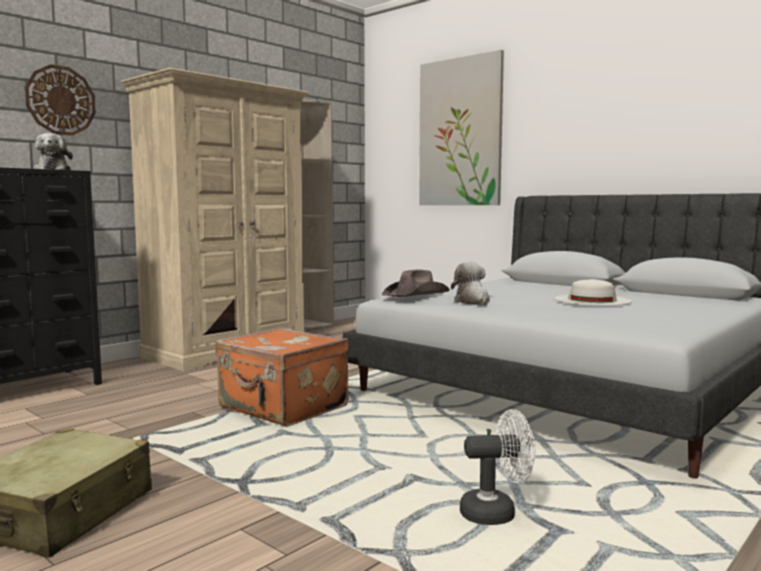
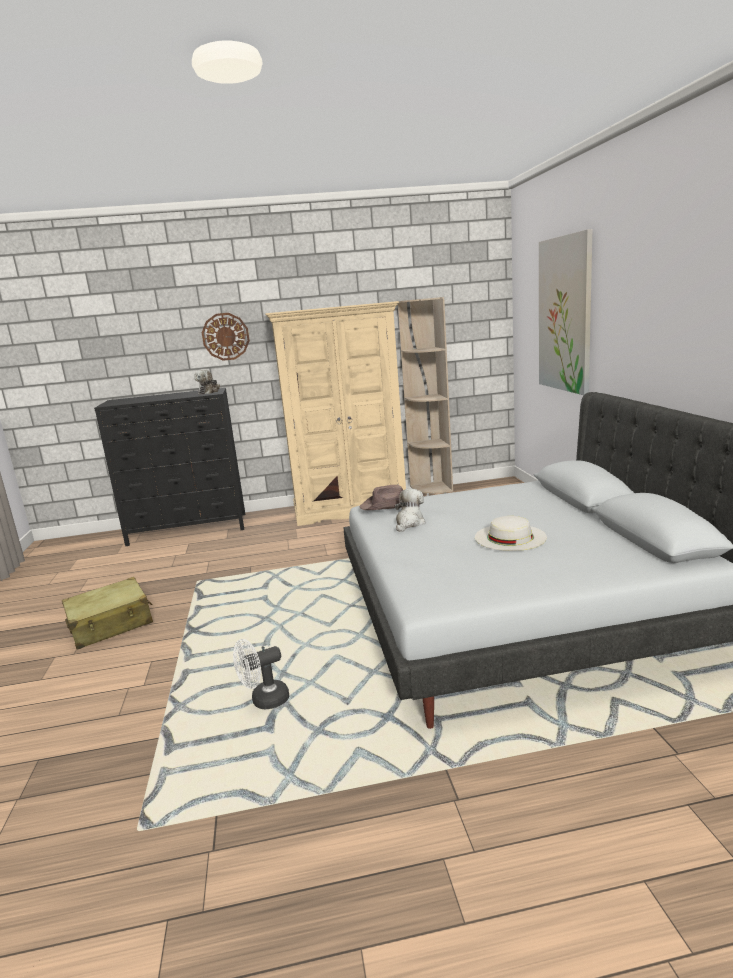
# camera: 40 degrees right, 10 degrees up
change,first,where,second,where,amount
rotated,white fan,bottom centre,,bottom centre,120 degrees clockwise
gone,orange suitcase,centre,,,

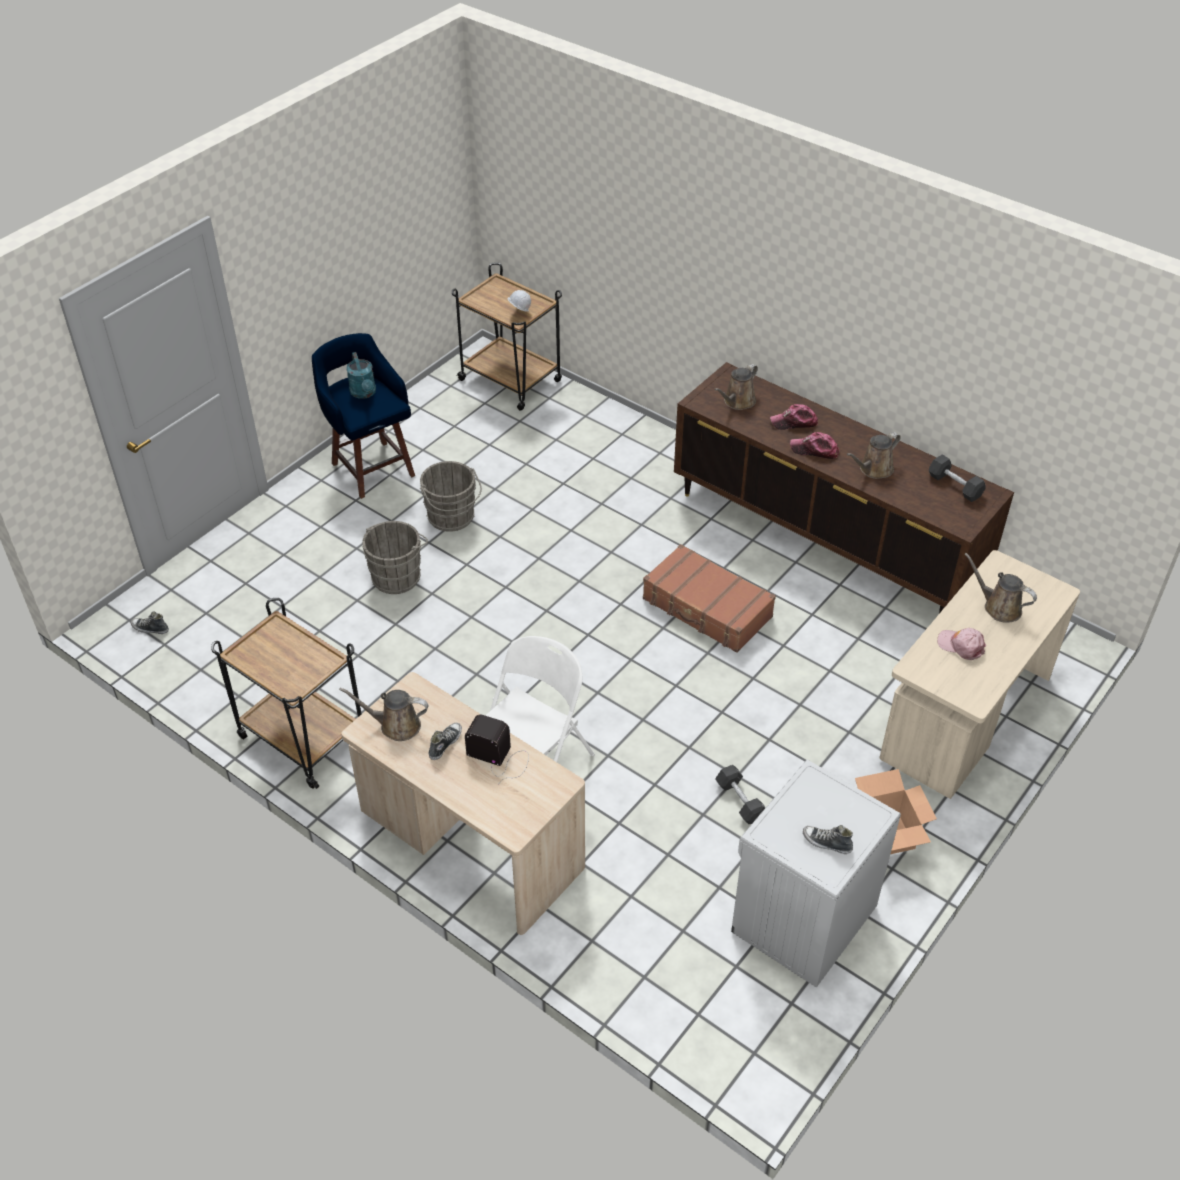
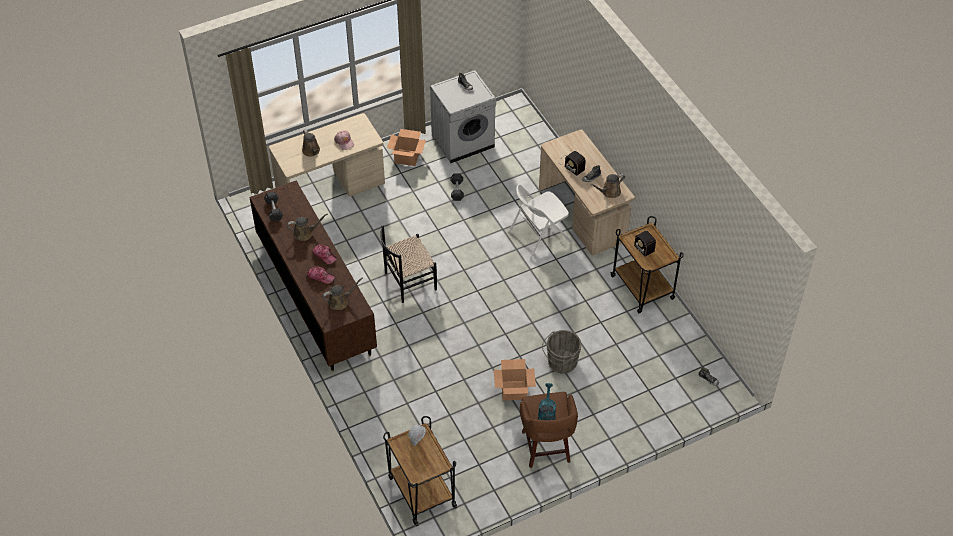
# camera: 155 degrees left, 5 degrees up
change,first,where,second,where,amount
swapped,brown suitcase,centre,black chair,centre,
swapped,grey bucket (no. 2 from left),centre,cardboard box (no. 2 from left),bottom centre,
repainted,blue stool,middle left,brown stool,bottom centre,
rotated,brown watering can (no. 1 from left in the first image),middle left,brown watering can (no. 4 from left),centre,120 degrees clockwise
new,,,radio (no. 2 from left),middle right,

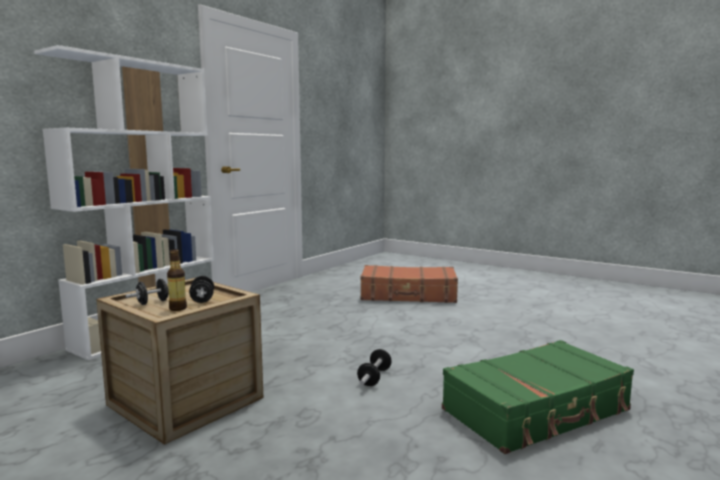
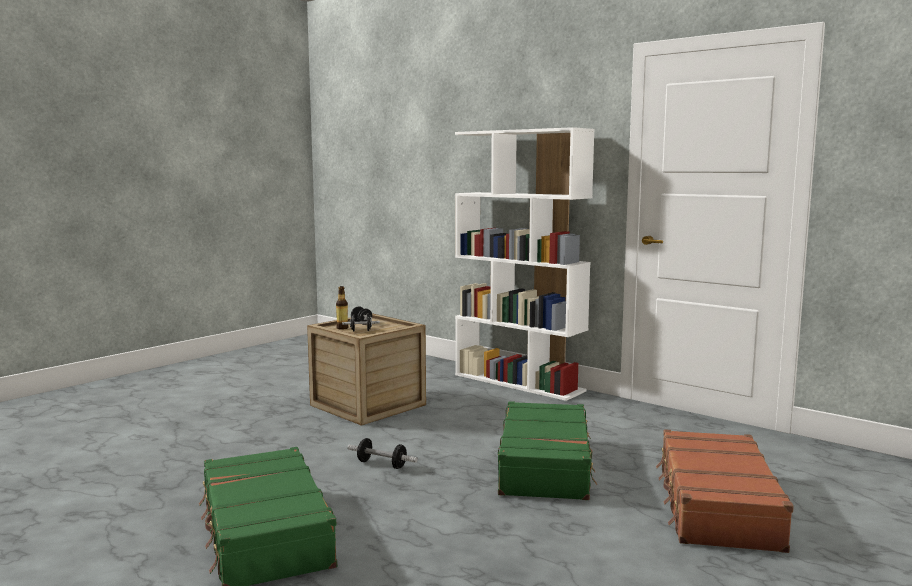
# camera: 95 degrees right, 0 degrees up
change,first,where,second,where,amount
new,,,green suitcase (no. 2 from left),bottom centre,

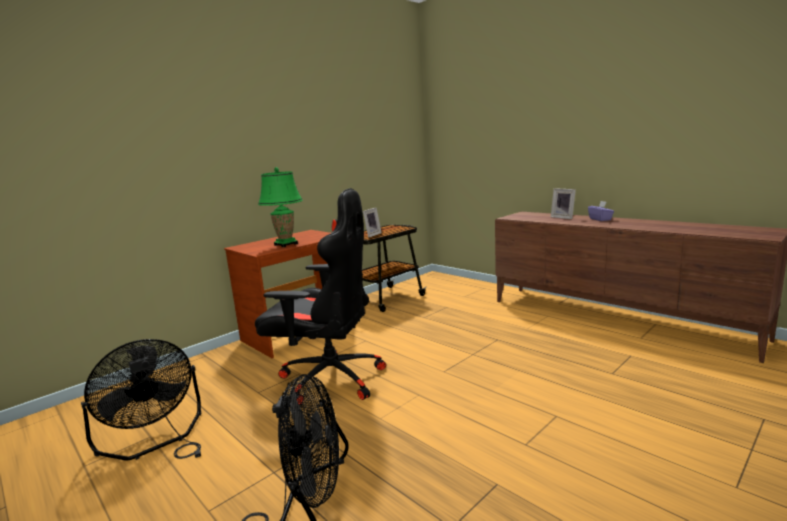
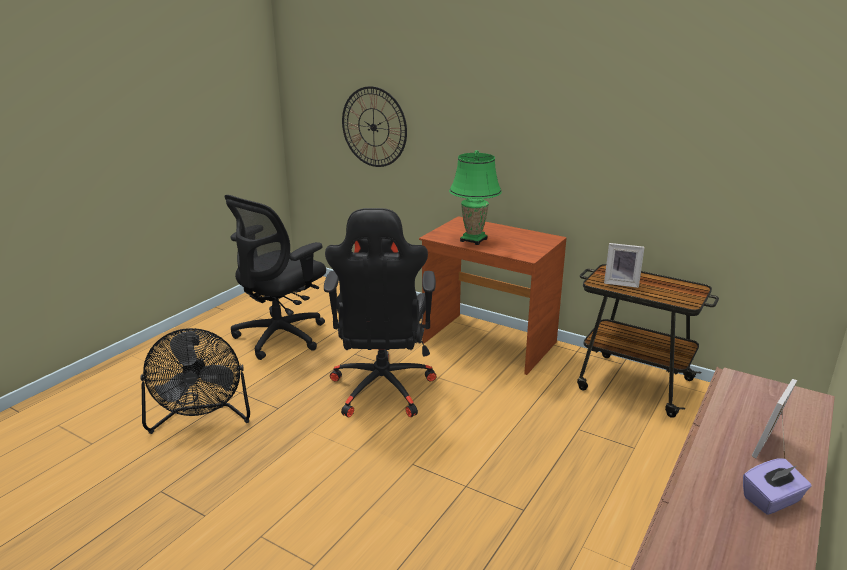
# camera: 75 degrees right, 10 degrees up
change,first,where,second,where,amount
swapped,black fan (no. 1 from left),bottom left,black office chair (no. 1 from left),middle left,
new,,,wall clock,top centre,

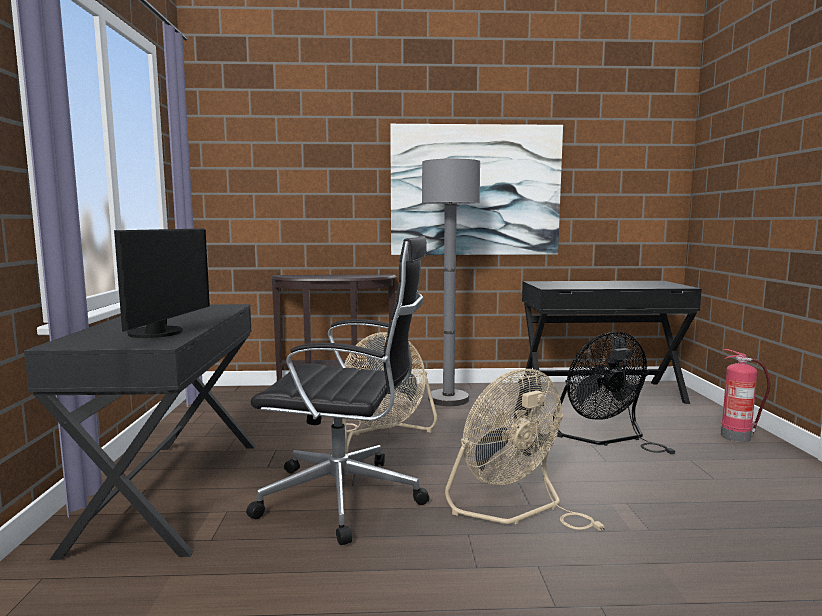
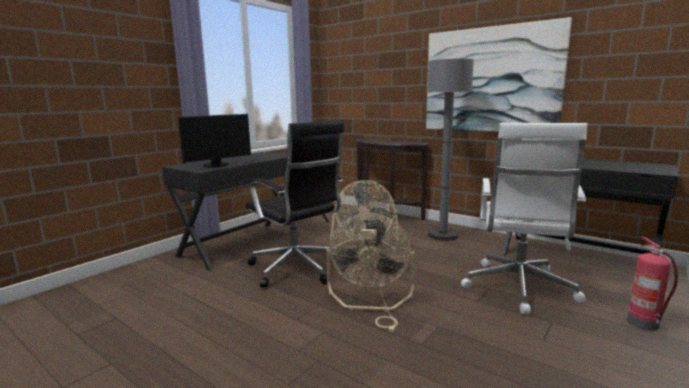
# camera: 40 degrees right, 5 degrees up
change,first,where,second,where,amount
swapped,black fan,middle right,white office chair,middle right,

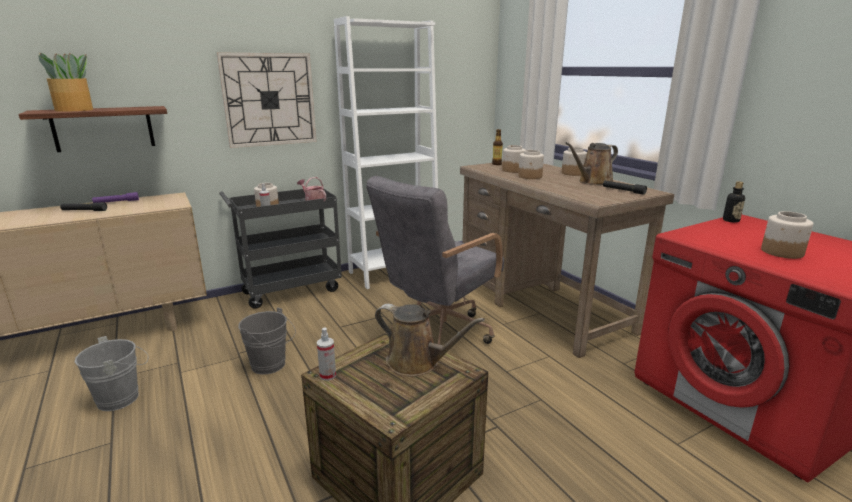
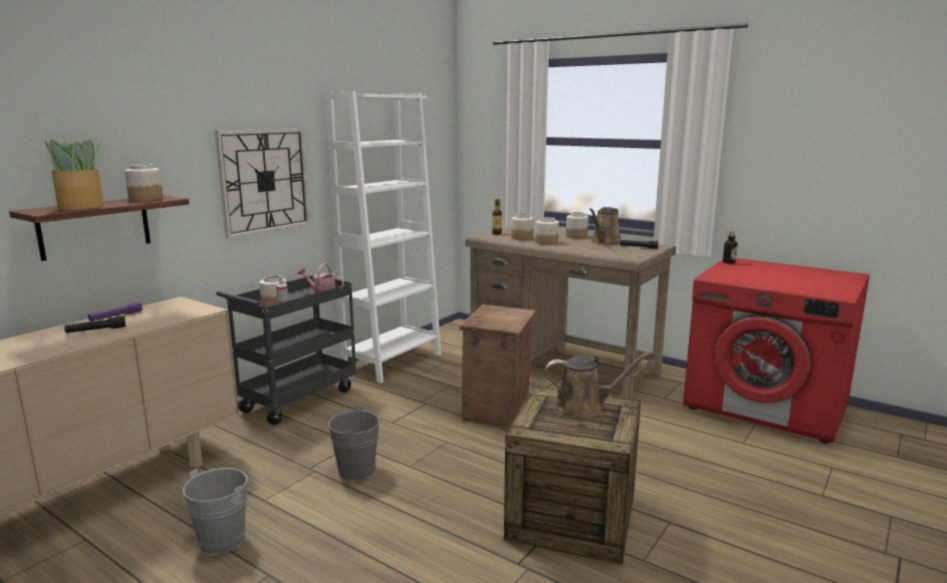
# camera: 25 degrees left, 5 degrees down
change,first,where,second,where,amount
shifted,jar (no. 5 from left in the first image),middle right,jar (no. 1 from left),top left,
swapped,grey office chair,centre,crate (no. 1 from left),centre,
gone,spray bottle (no. 2 from left),bottom centre,,,

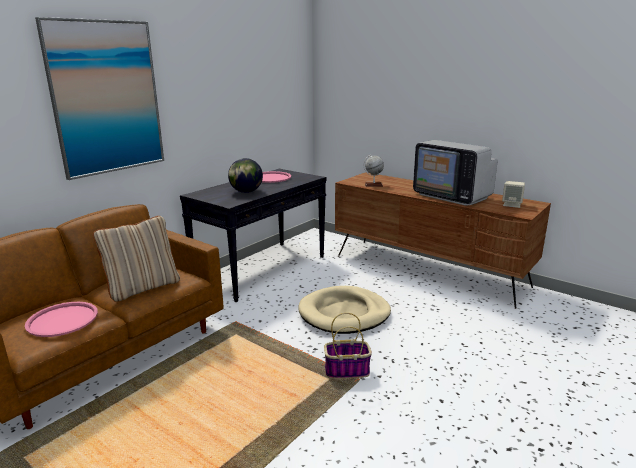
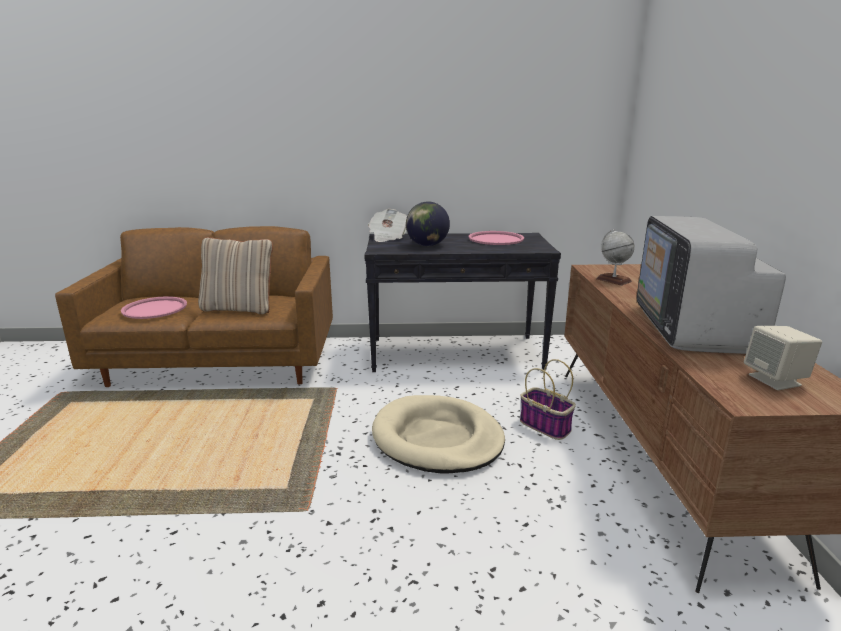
# camera: 50 degrees right, 0 degrees up
change,first,where,second,where,amount
new,,,newspaper,centre,
shifted,basket,bottom centre,,centre,
gone,picture,top left,,,

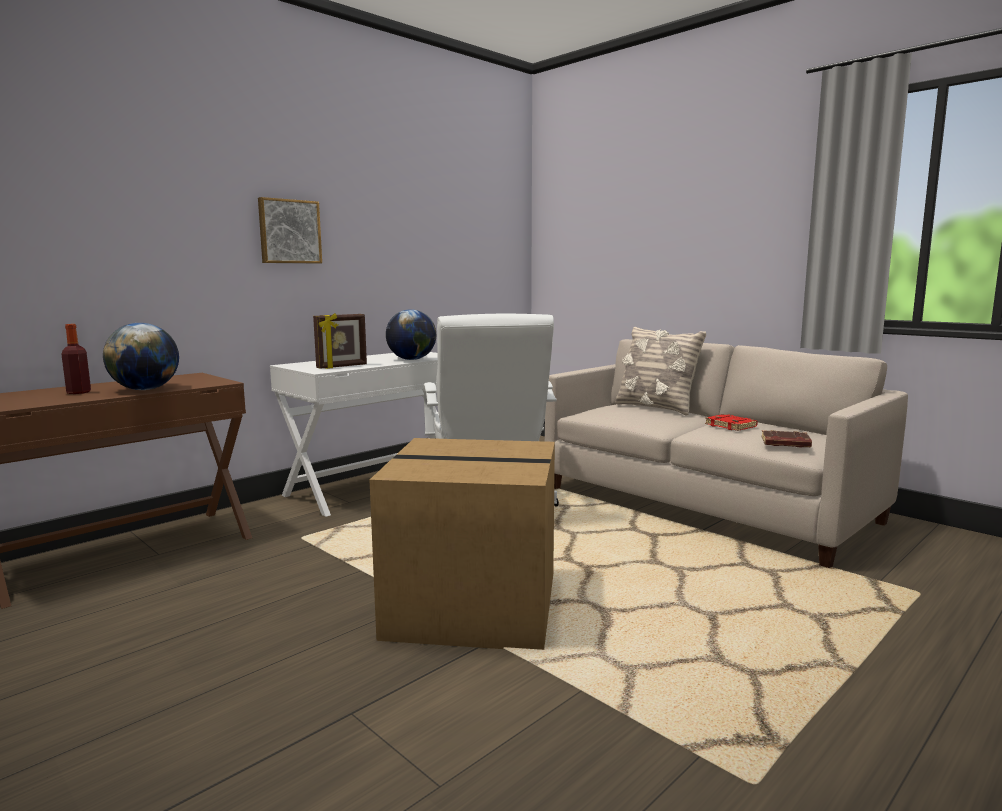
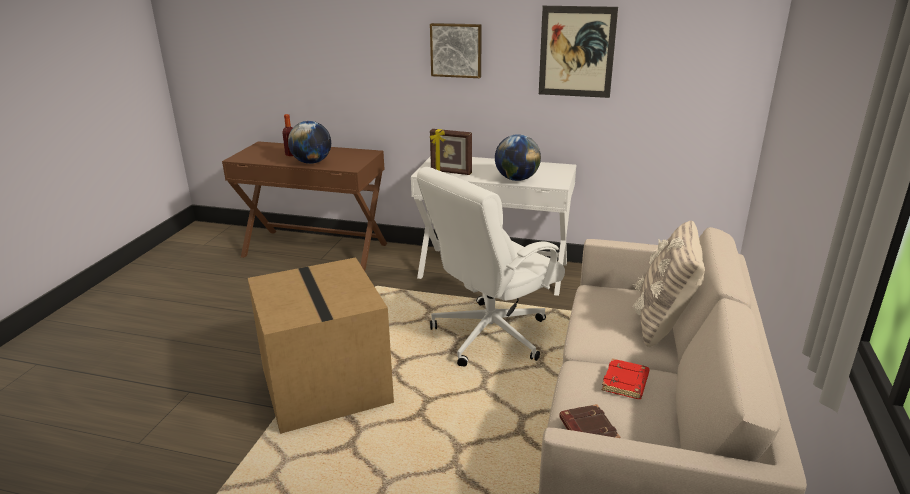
# camera: 60 degrees right, 15 degrees up
change,first,where,second,where,amount
new,,,picture (no. 2 from left),top centre,

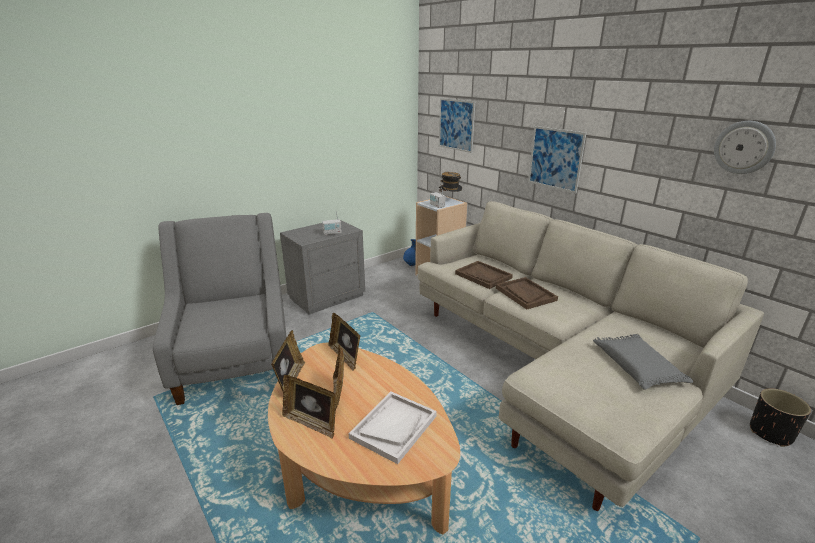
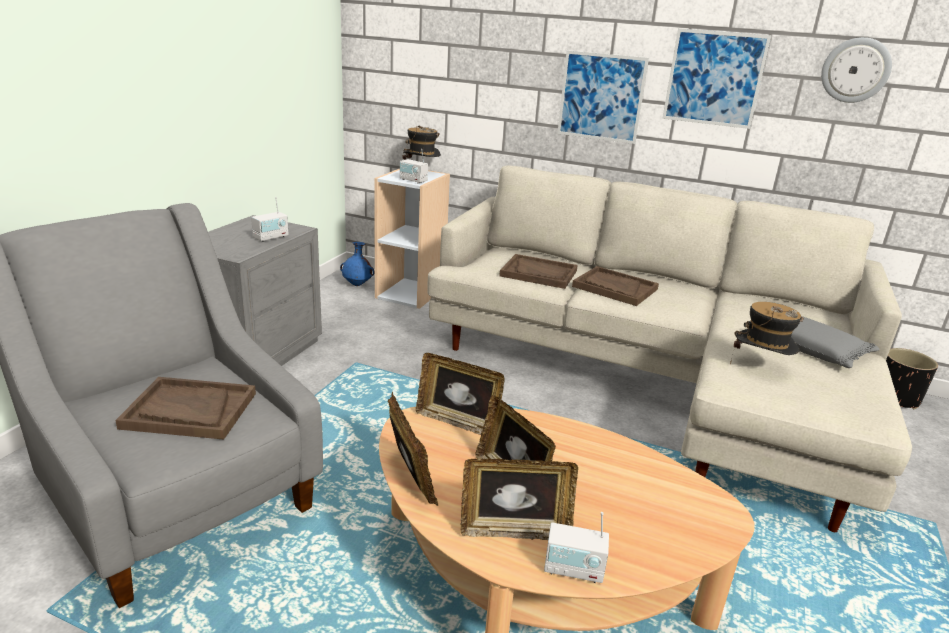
# camera: 30 degrees left, 0 degrees up
change,first,where,second,where,amount
new,,,brown tray (no. 1 from left),middle left,
new,,,radio (no. 3 from left),bottom centre,
shifted,picture (no. 1 from left in the first image),top centre,picture (no. 2 from left),top right,
new,,,hat (no. 2 from left),middle right,
gone,white tray,bottom centre,,,

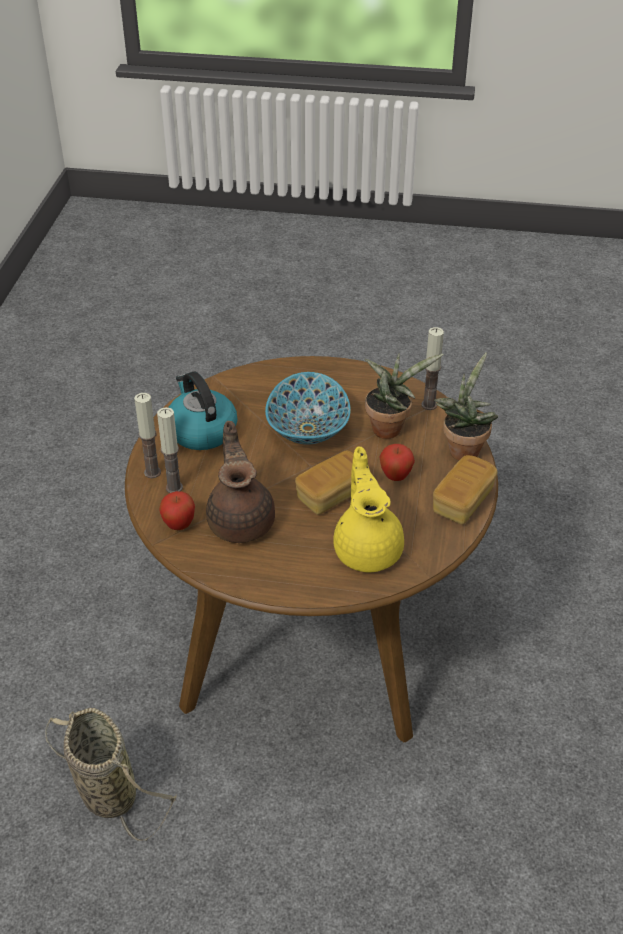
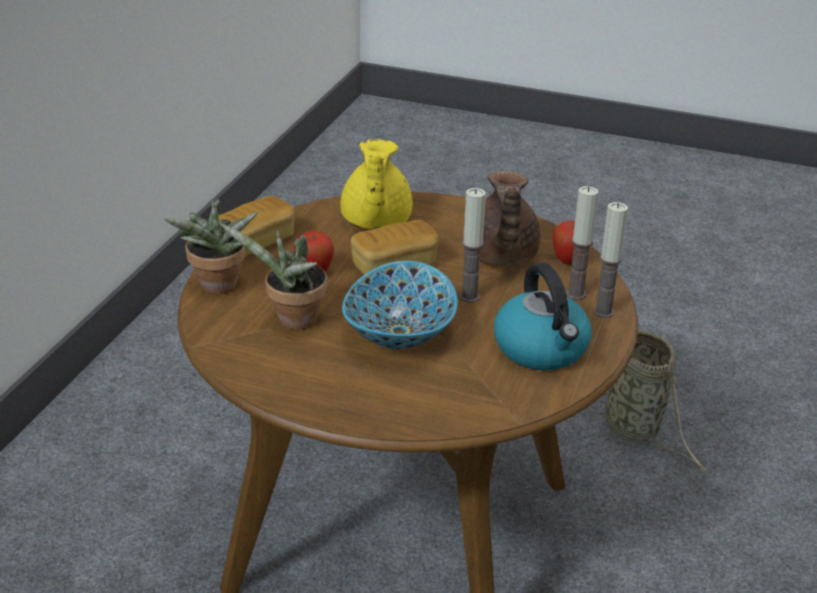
# camera: 170 degrees left, 10 degrees down
change,first,where,second,where,amount
shifted,candle (no. 3 from left in the first image),middle right,candle (no. 1 from left),centre,

